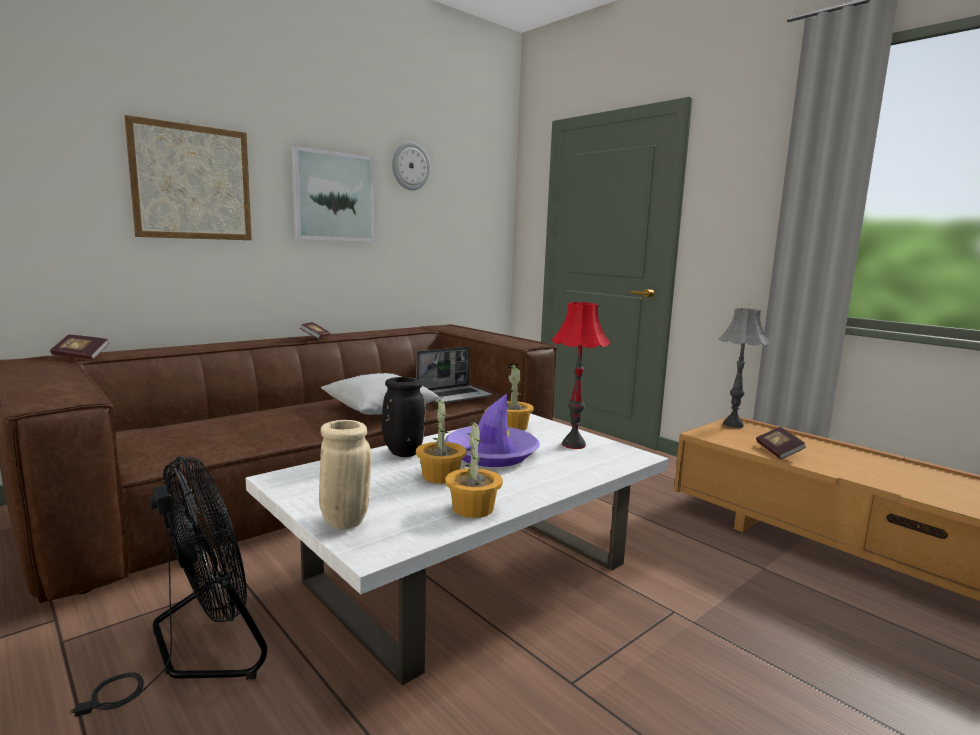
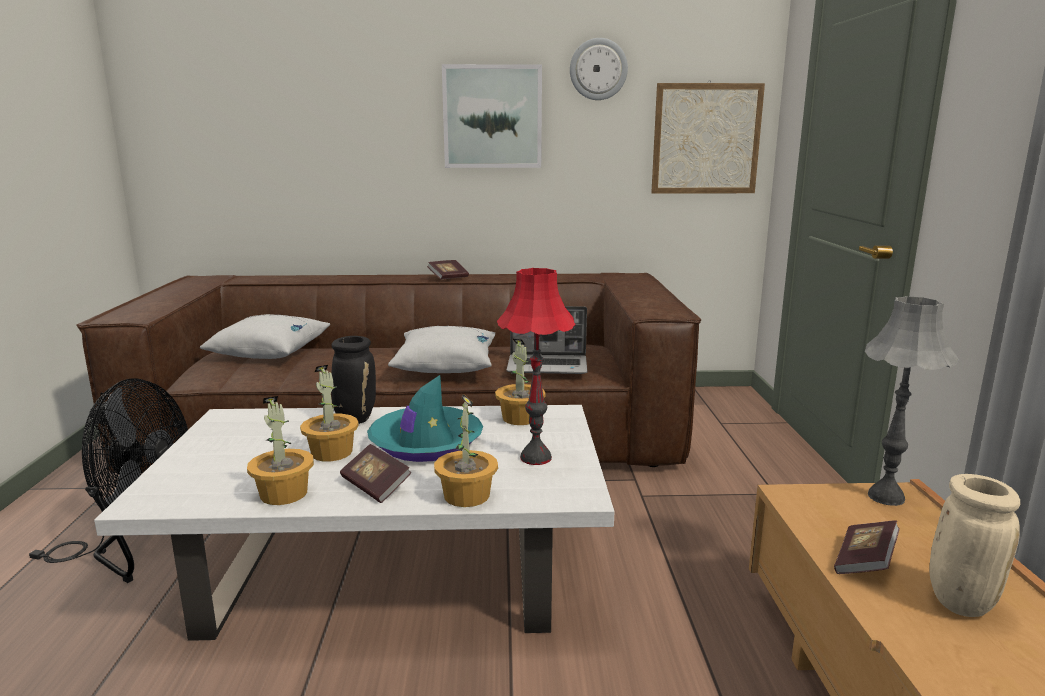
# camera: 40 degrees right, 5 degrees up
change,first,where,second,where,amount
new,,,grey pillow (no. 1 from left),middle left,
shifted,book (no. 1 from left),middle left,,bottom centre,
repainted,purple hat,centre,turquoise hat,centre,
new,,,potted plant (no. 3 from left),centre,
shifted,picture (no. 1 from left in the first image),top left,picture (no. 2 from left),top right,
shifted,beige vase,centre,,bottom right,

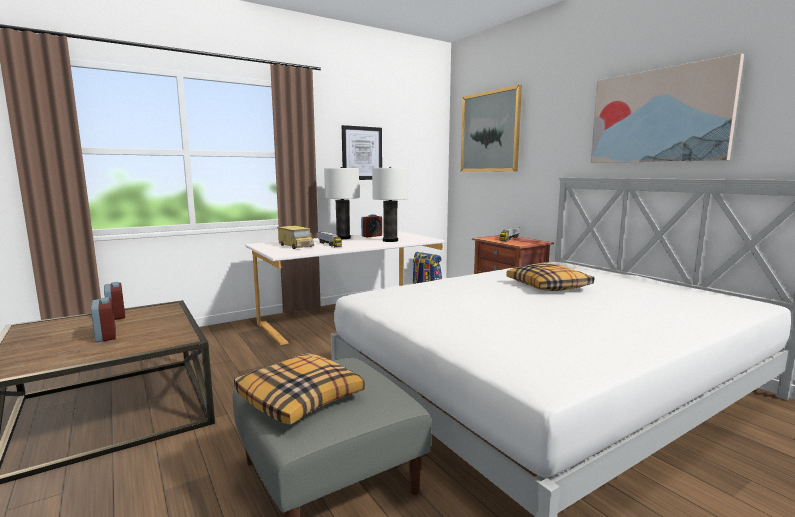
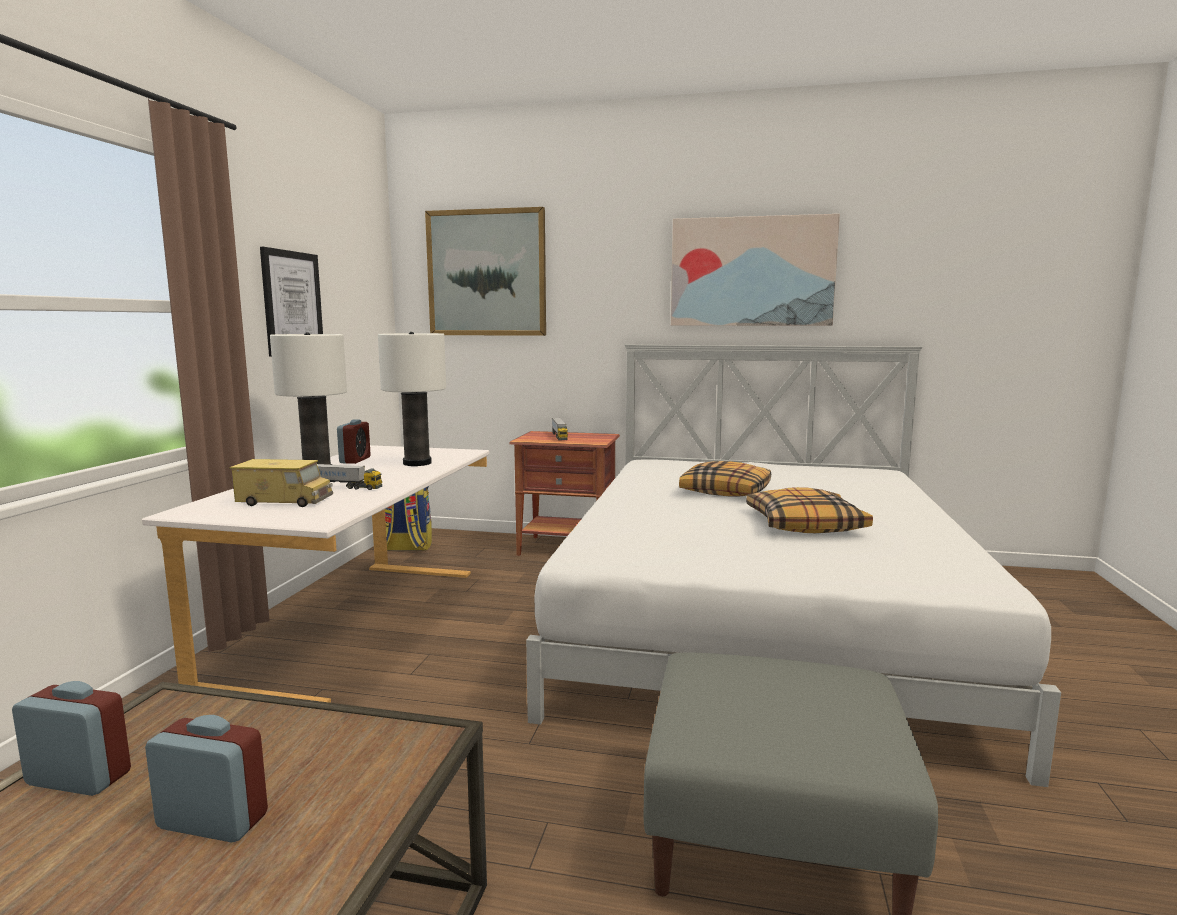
# camera: 45 degrees left, 0 degrees up
change,first,where,second,where,amount
shifted,pillow (no. 1 from left in the first image),bottom centre,pillow (no. 2 from left),middle right,

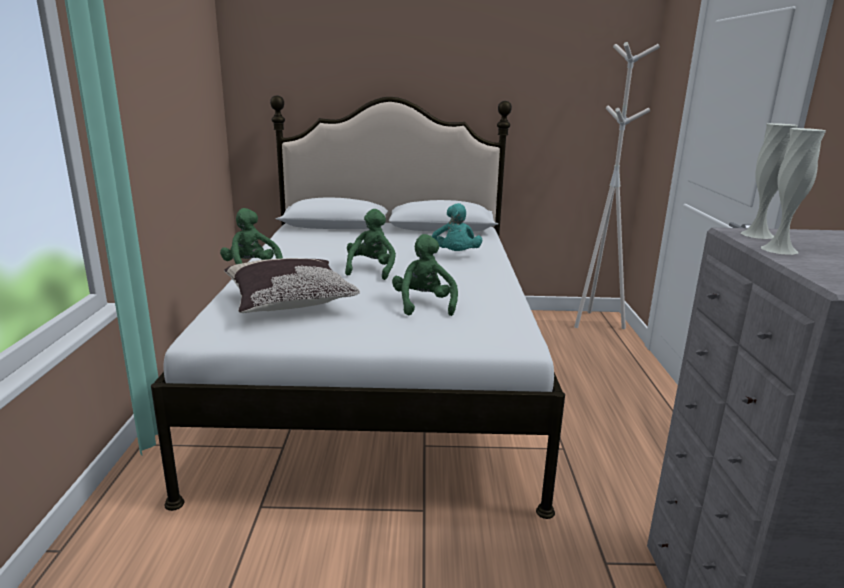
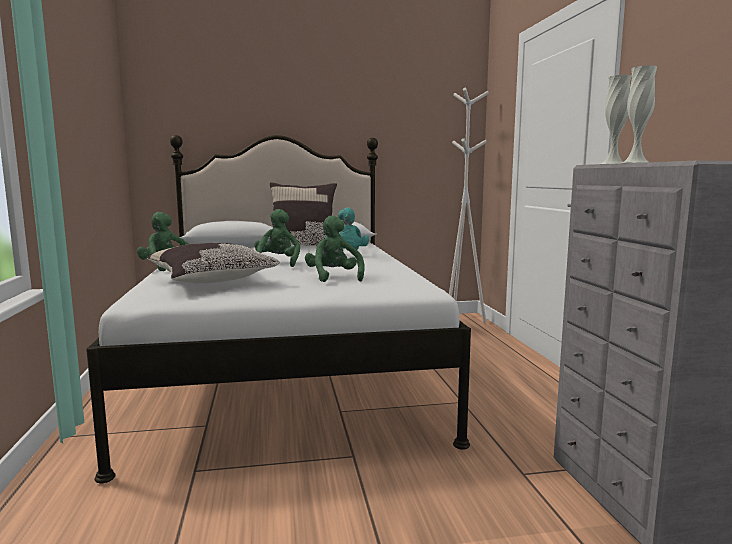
# camera: 10 degrees left, 10 degrees down
change,first,where,second,where,amount
new,,,pillow (no. 2 from left),centre,

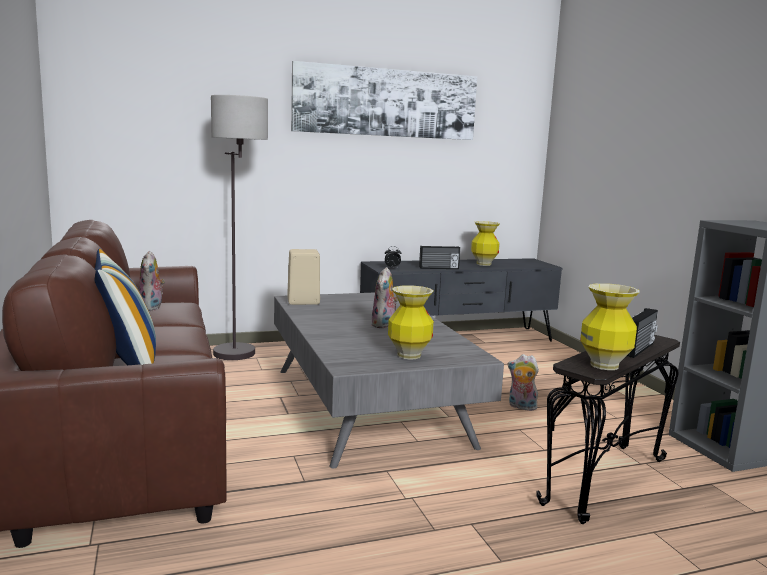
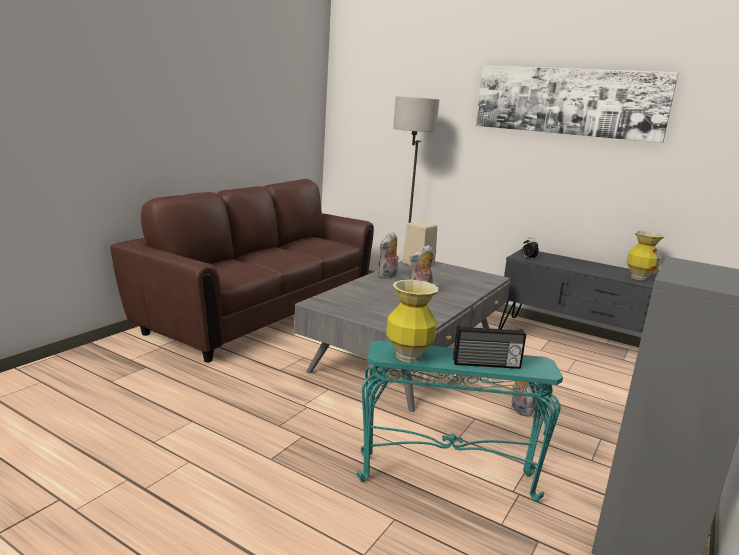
# camera: 50 degrees right, 5 degrees up
change,first,where,second,where,amount
repainted,black side table,bottom right,turquoise side table,bottom centre,
shifted,plush toy (no. 1 from left),middle left,,centre,
gone,pillow,middle left,,,
gone,vase (no. 1 from left),centre,,,
gone,radio (no. 1 from left),centre,,,

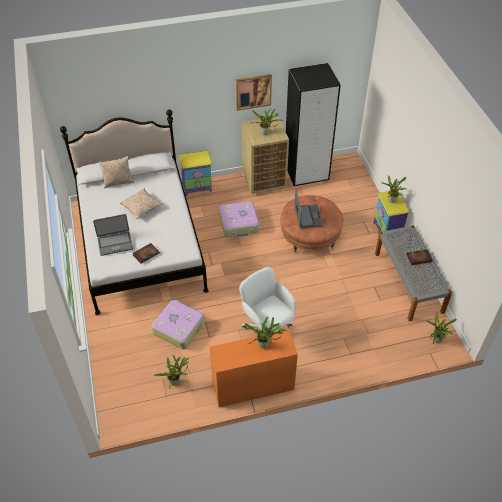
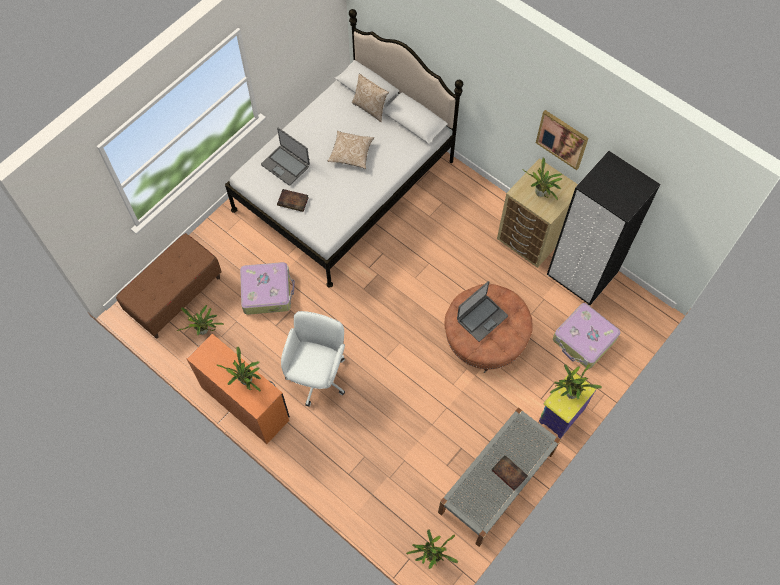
# camera: 55 degrees right, 15 degrees up
change,first,where,second,where,amount
new,,,brown bench,middle left,
shifted,suitcase (no. 2 from left),centre,,middle right,
gone,nightstand (no. 1 from left),centre,,,

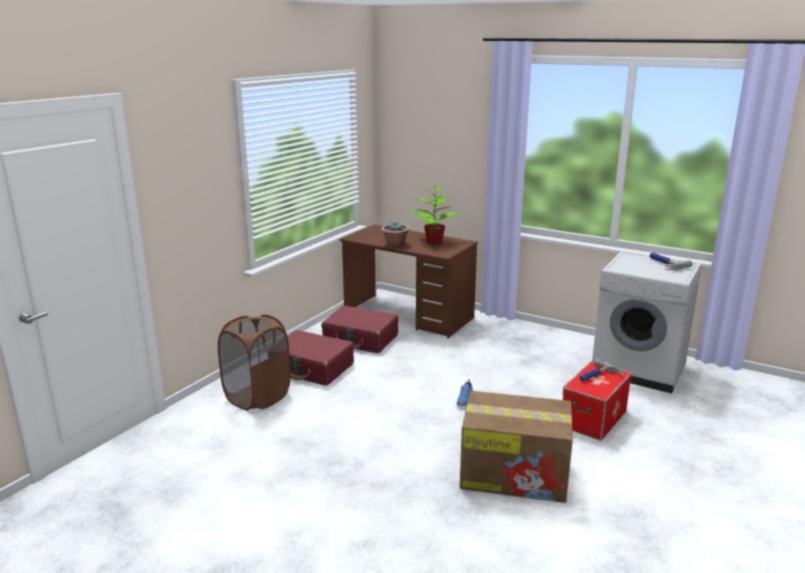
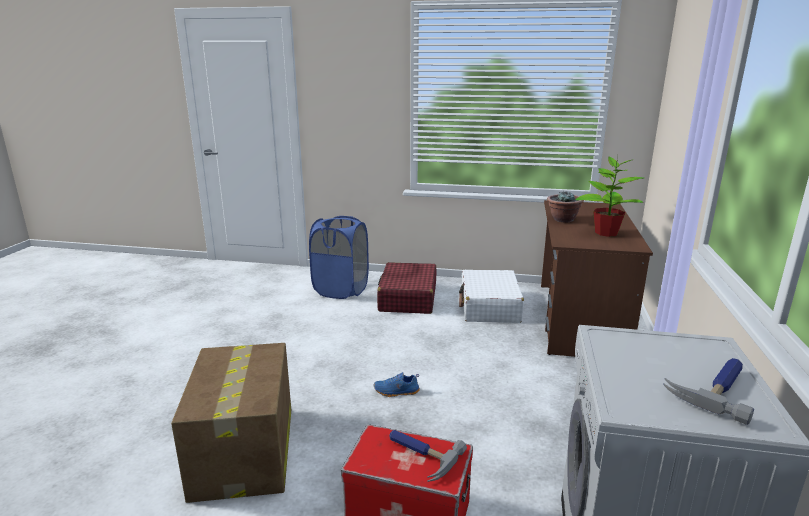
# camera: 70 degrees right, 0 degrees up
change,first,where,second,where,amount
repainted,brown laundry basket,middle left,blue laundry basket,centre,
repainted,red suitcase (no. 2 from left),centre,white suitcase,centre,

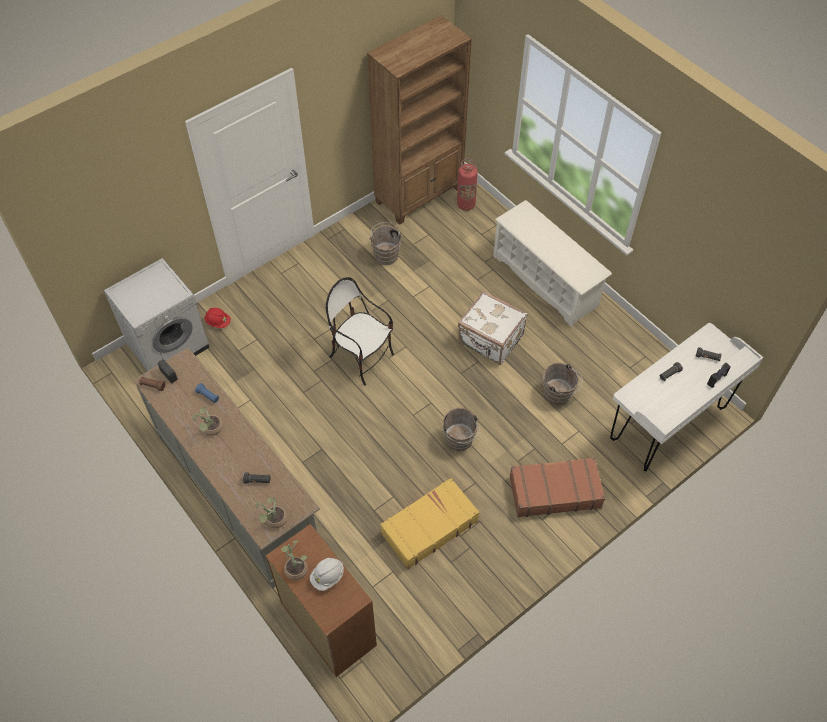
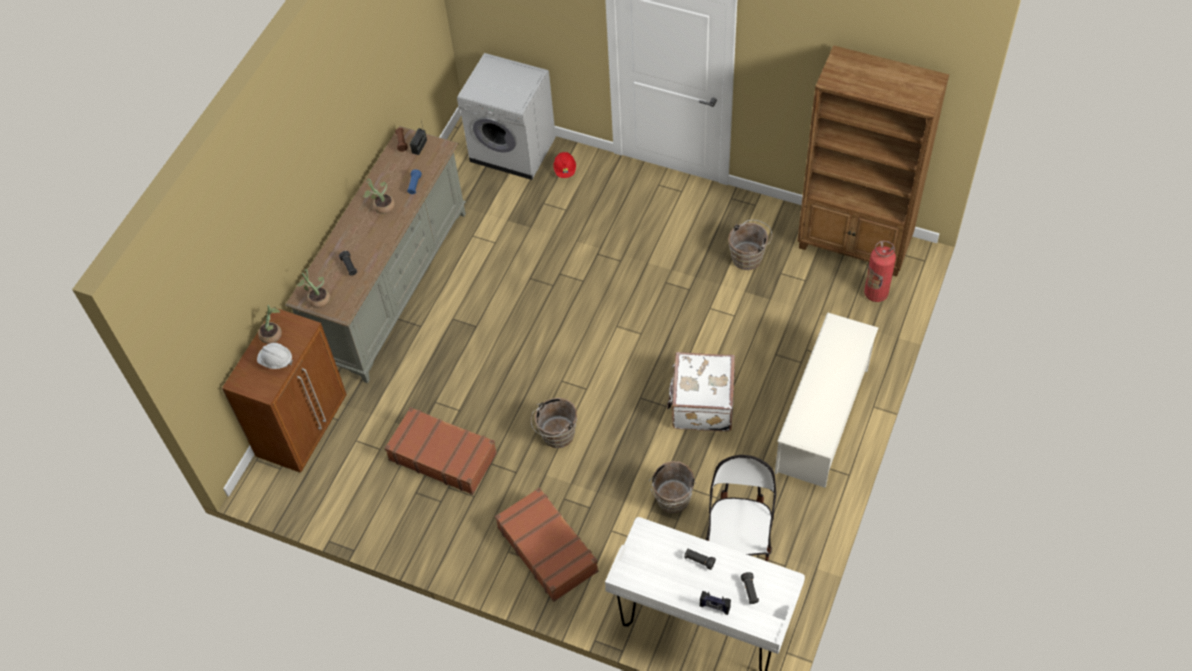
# camera: 65 degrees right, 0 degrees up
change,first,where,second,where,amount
repainted,yellow suitcase,bottom centre,brown suitcase (no. 1 from left),bottom centre,
shifted,chair,centre,,bottom centre,

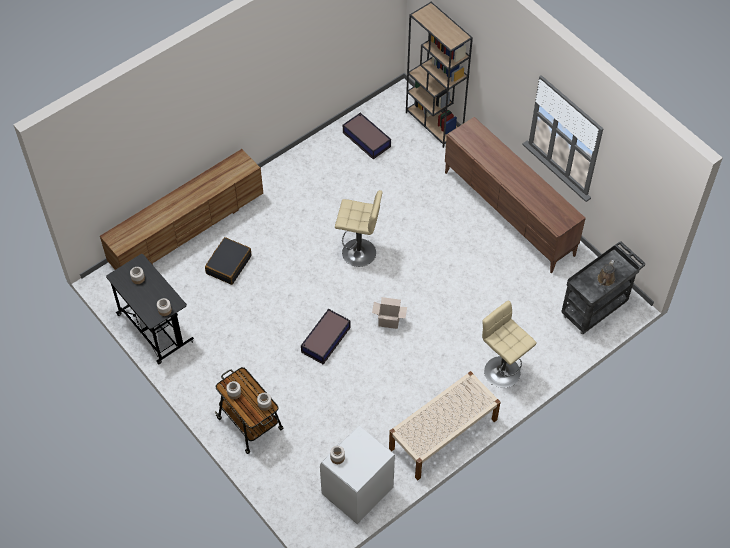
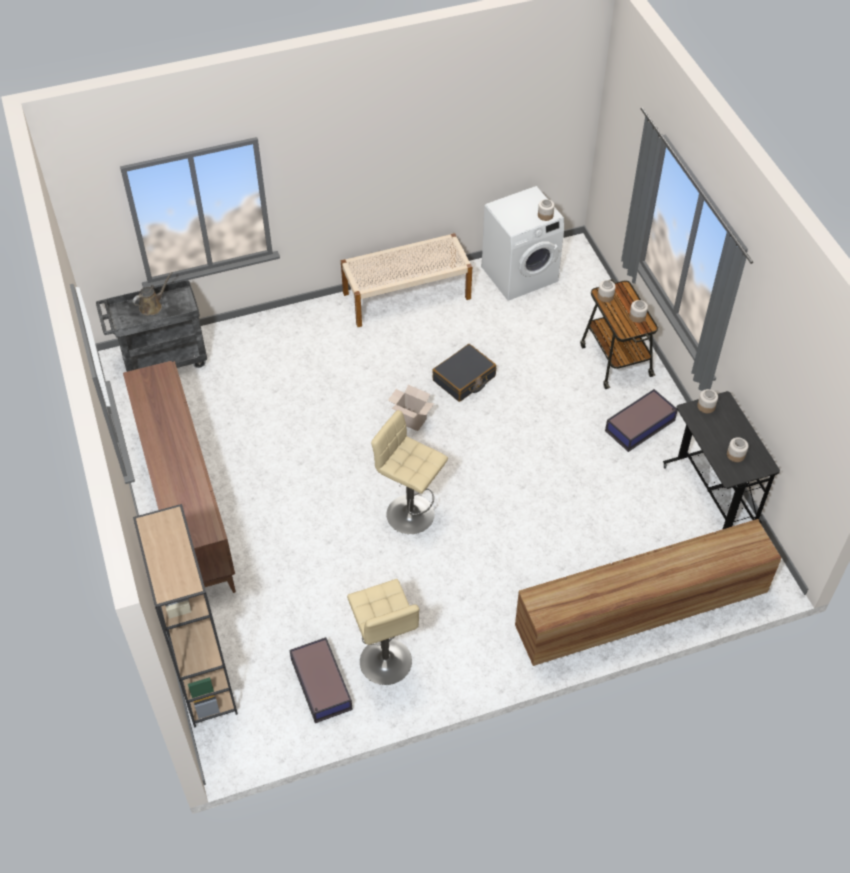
# camera: 160 degrees left, 5 degrees down
change,first,where,second,where,amount
shifted,beige stool (no. 2 from left in the first image),middle right,beige stool (no. 1 from left),bottom centre,
shifted,black suitcase,middle left,,centre,
shifted,storage box (no. 1 from left in the first image),centre,storage box (no. 2 from left),middle right,

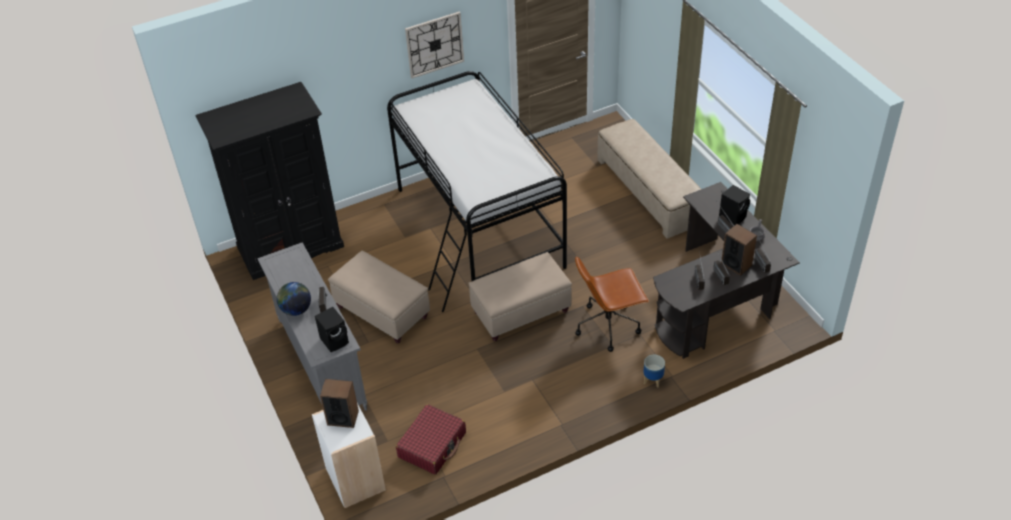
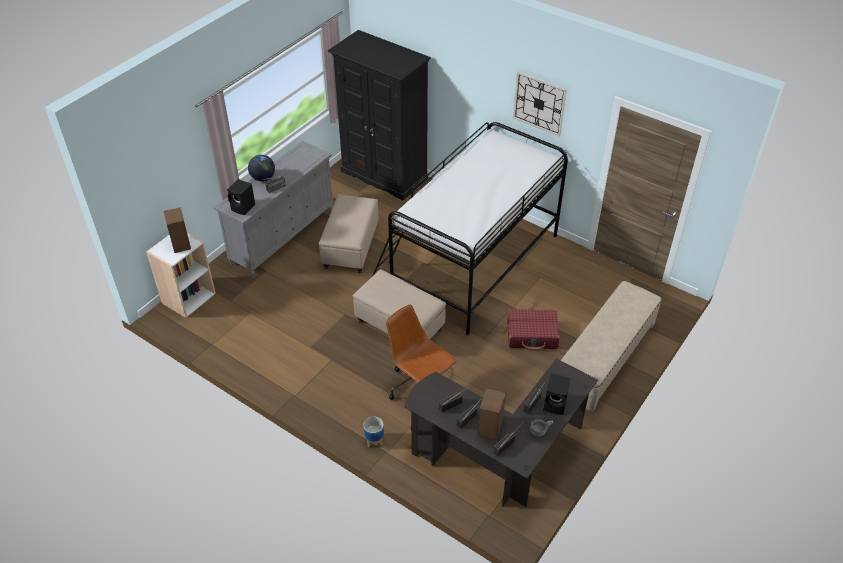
# camera: 60 degrees right, 0 degrees up
change,first,where,second,where,amount
shifted,red suitcase,bottom centre,,centre,

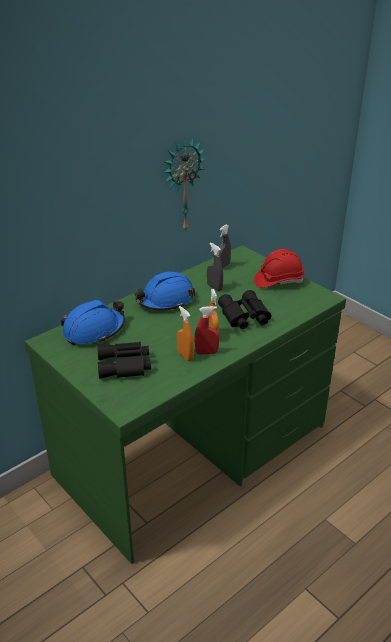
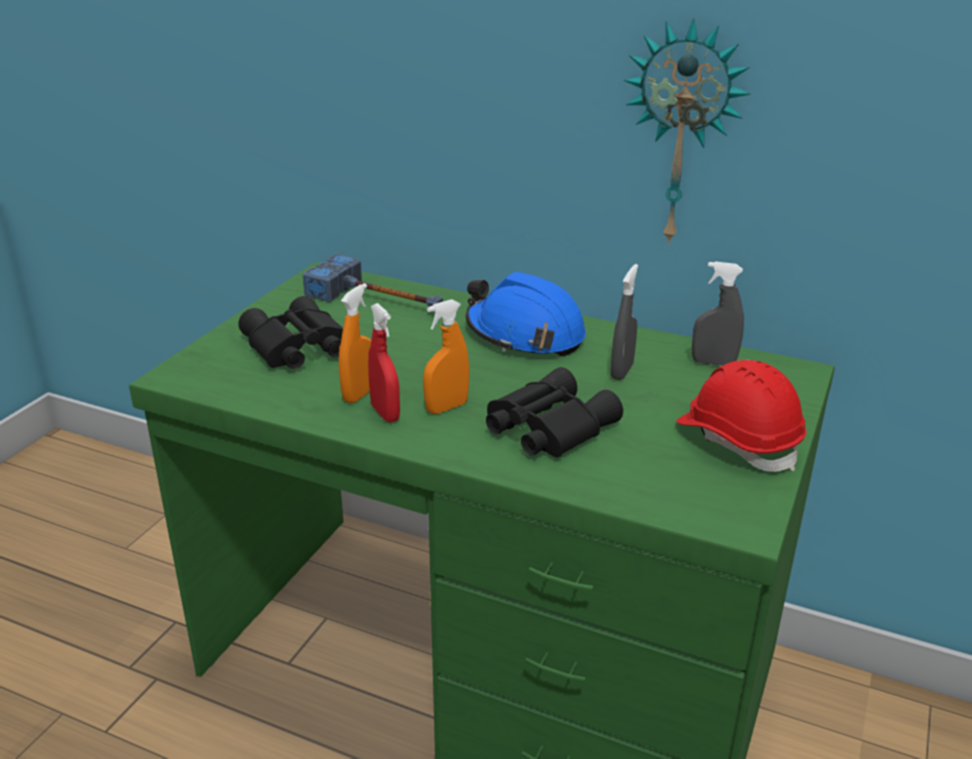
# camera: 65 degrees right, 5 degrees down
change,first,where,second,where,amount
swapped,blue hard hat (no. 1 from left),middle left,hammer,centre,

